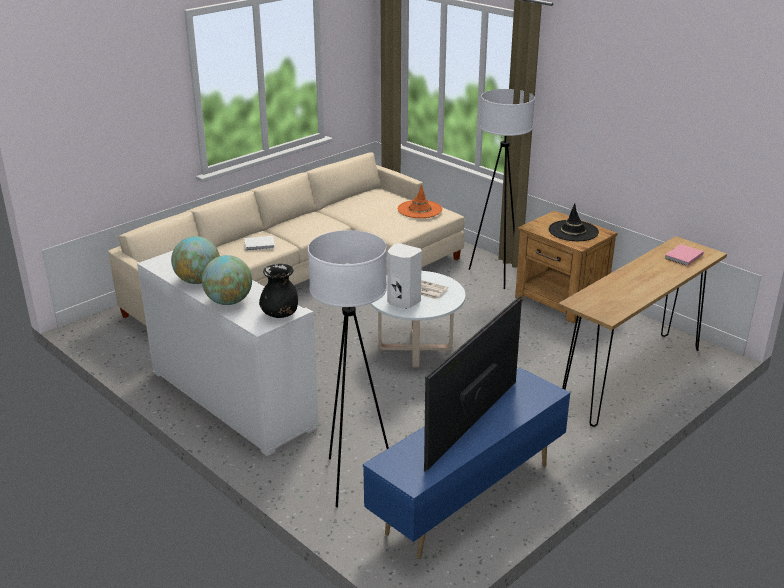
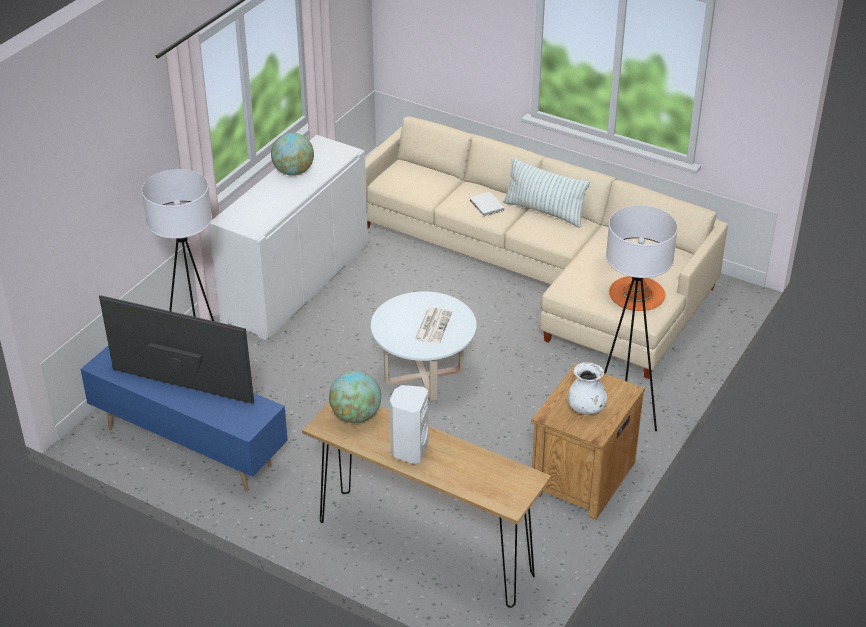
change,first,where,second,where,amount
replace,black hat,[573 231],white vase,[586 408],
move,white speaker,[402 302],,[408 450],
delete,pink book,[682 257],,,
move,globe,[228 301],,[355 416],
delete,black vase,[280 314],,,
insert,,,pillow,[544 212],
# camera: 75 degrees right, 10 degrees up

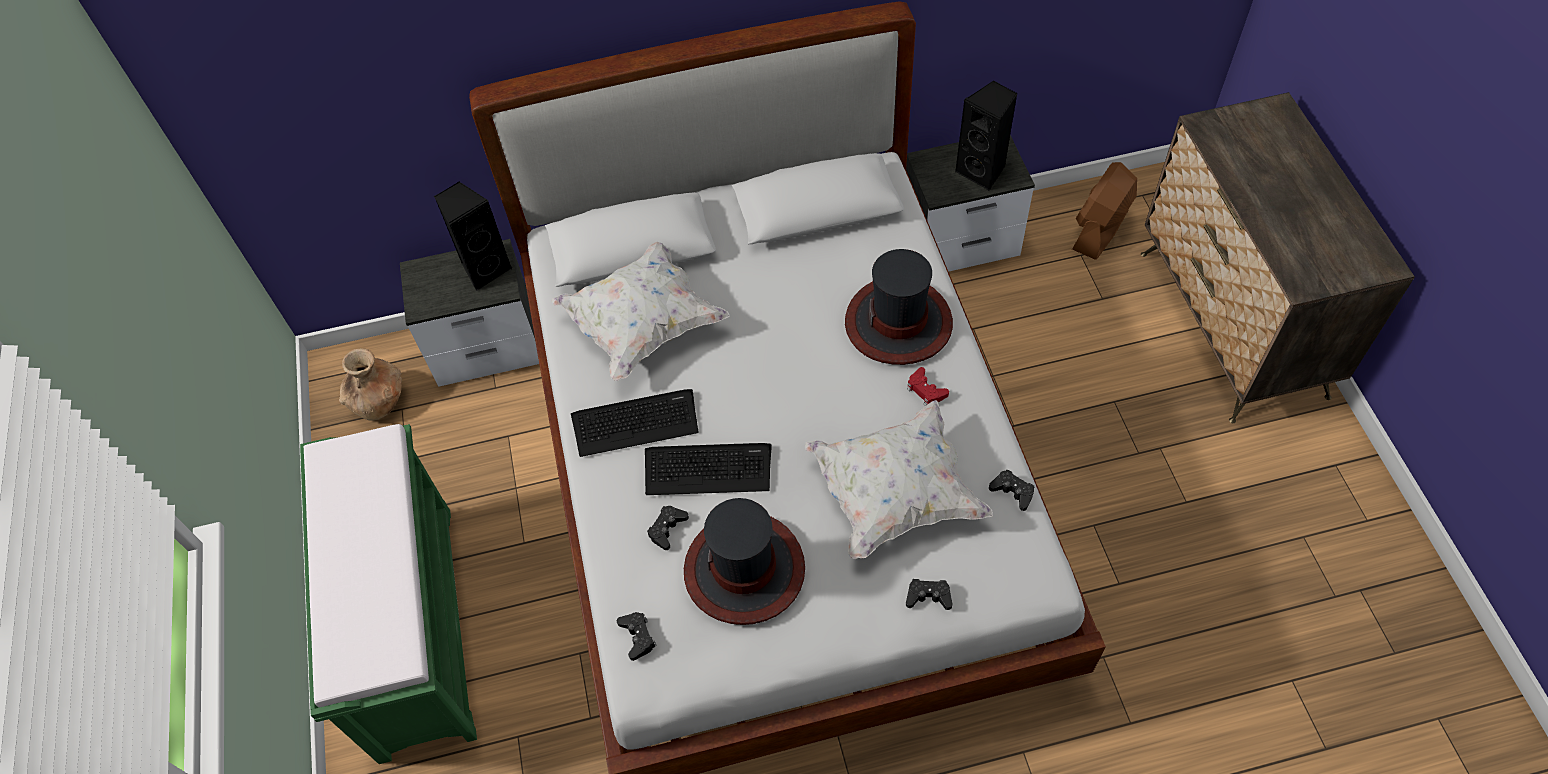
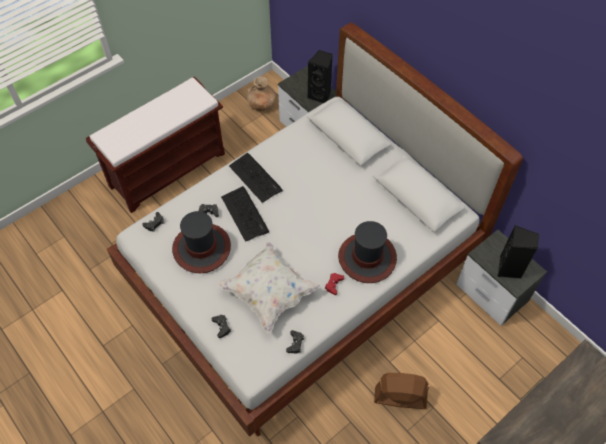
change,first,where,second,where,amount
move,brown fan,[1100 229],,[400 397],
delete,white pillow,[643 325],,,
recolor,green bench,[415 627],brown bench,[168 169],
# camera: 60 degrees right, 0 degrees up

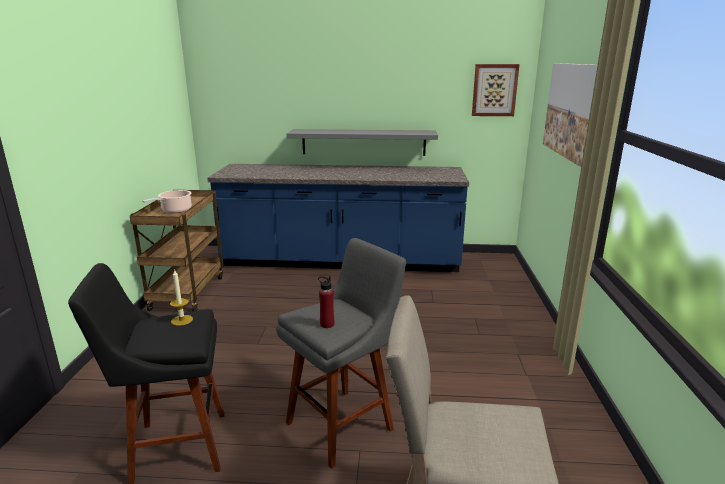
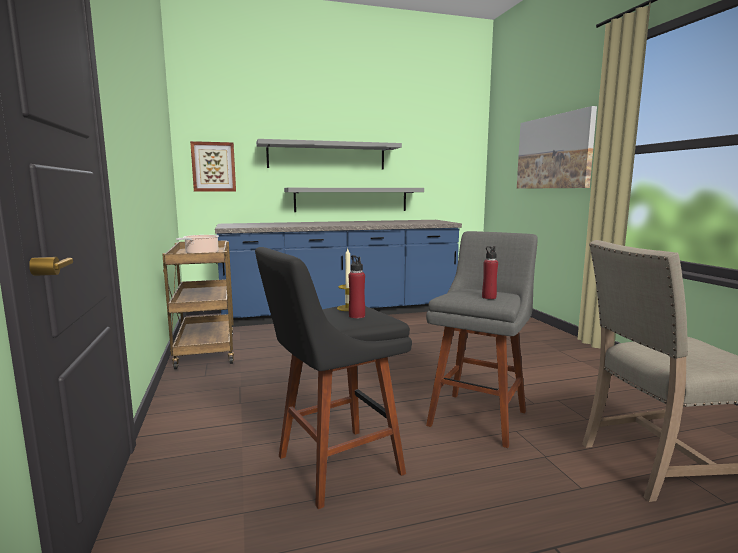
change,first,where,second,where,amount
move,picture,[494 90],,[213 167],
insert,,,grey shelf,[327 156],
insert,,,red bottle,[357 316],
# camera: 20 degrees left, 10 degrees down

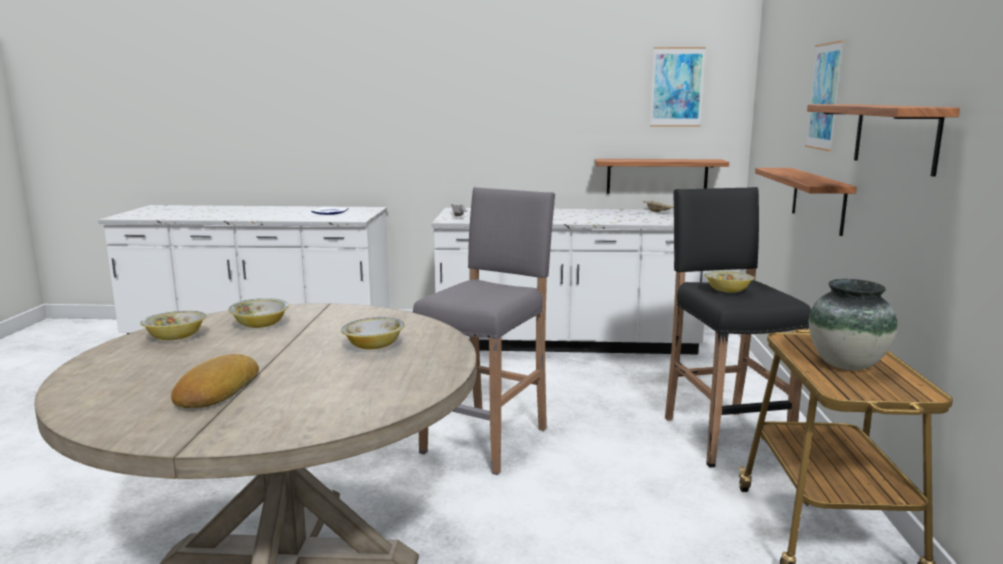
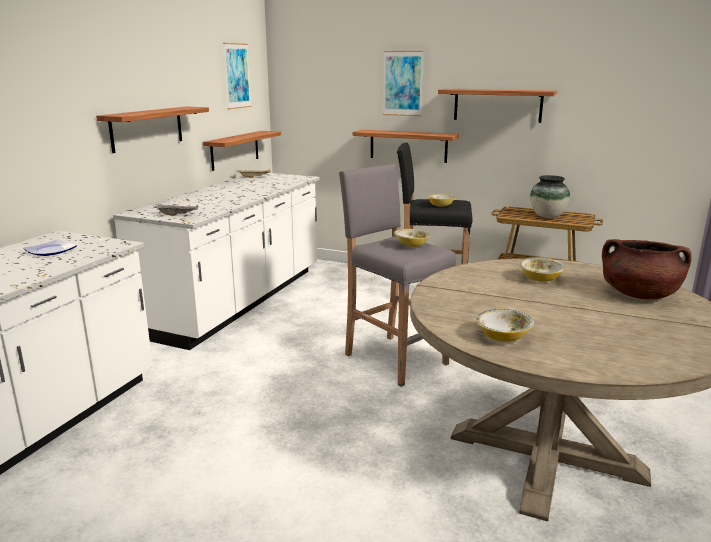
change,first,where,second,where,amount
move,bowl,[260 325],,[412 245],
delete,bread,[215 390],,,
insert,,,shelf,[147 128],
insert,,,brown cooking pot,[639 294],
# camera: 70 degrees left, 5 degrees up

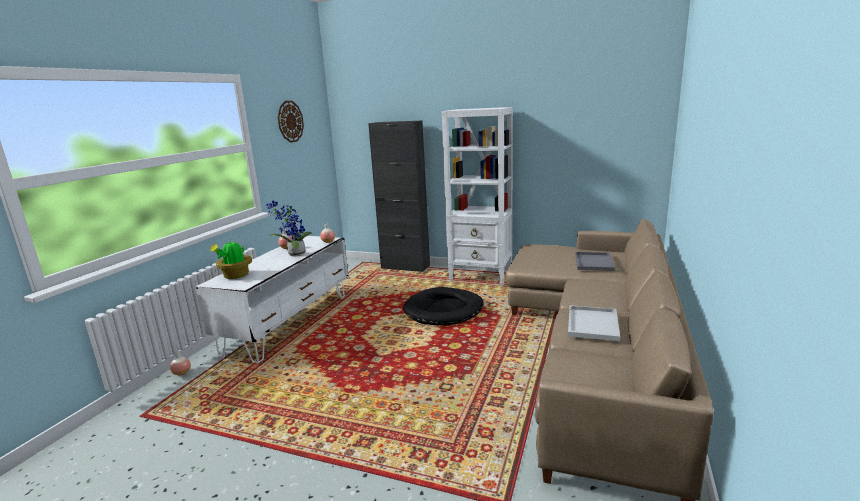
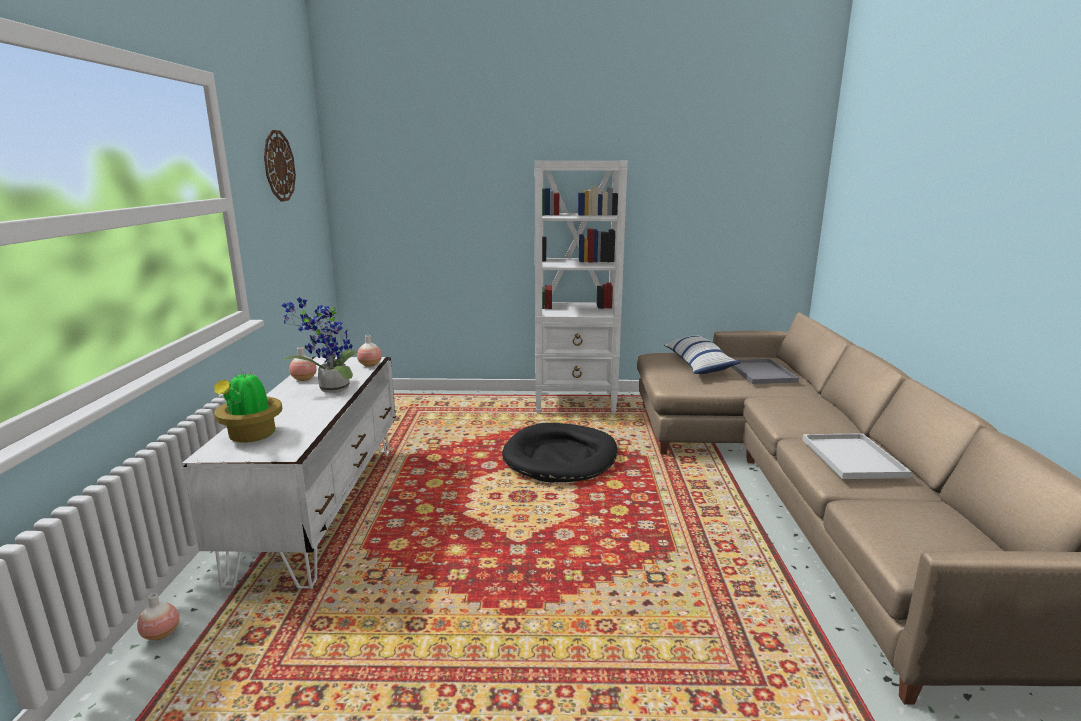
change,first,where,second,where,amount
delete,black cabinet,[405 267],,,
insert,,,pillow,[698 364],
# camera: 20 degrees left, 0 degrees up

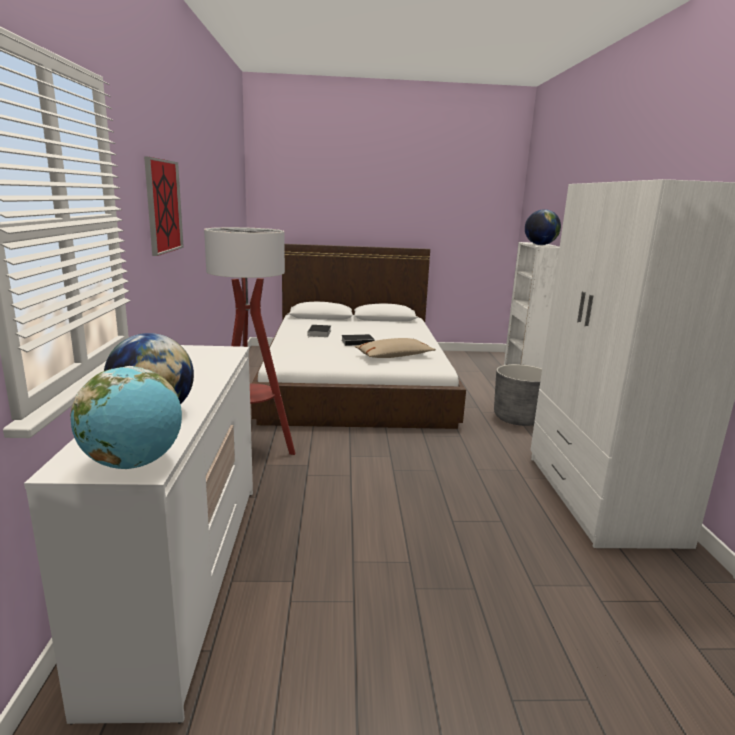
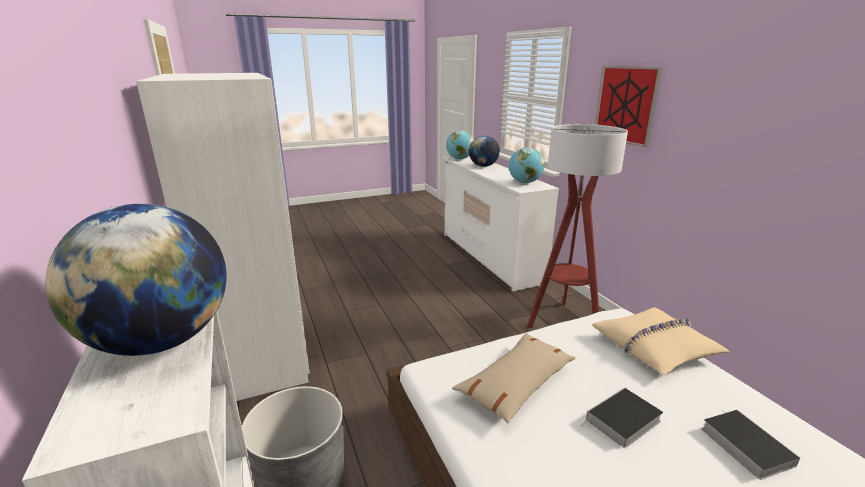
change,first,where,second,where,amount
insert,,,globe,[524 183],
insert,,,beige pillow,[655 347],
# camera: 160 degrees right, 5 degrees up

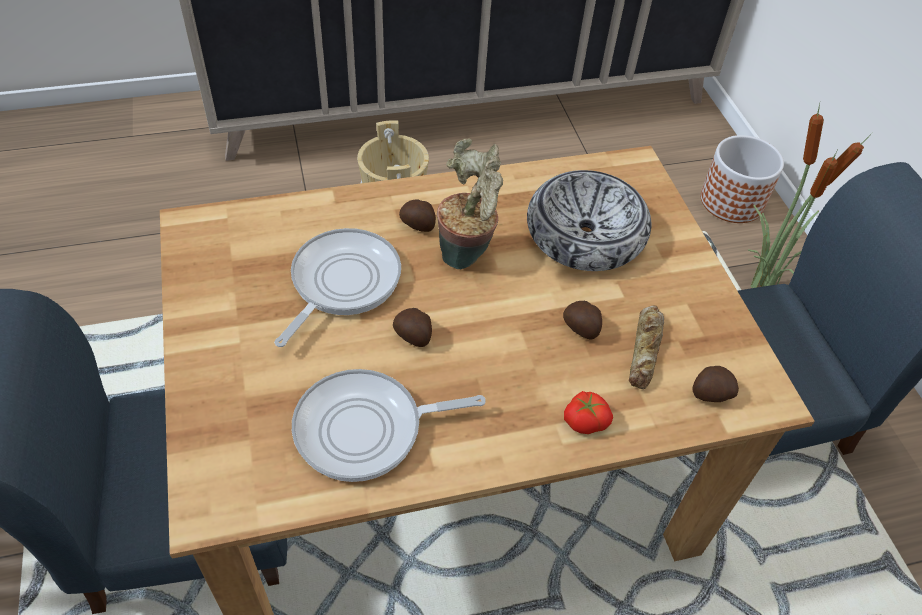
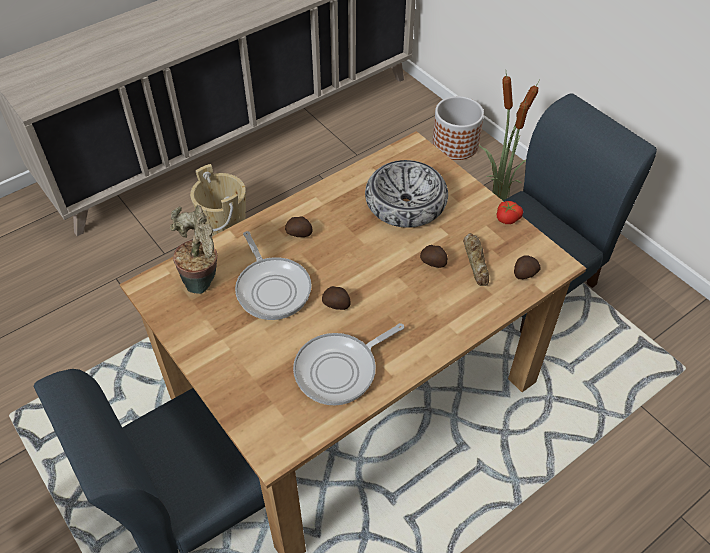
change,first,where,second,where,amount
move,potted plant,[467 254],,[203 281],
rotate,frying pan,[341 283],,[272 288],150 degrees clockwise
move,tomato,[585 420],,[507 218],
# camera: 20 degrees left, 0 degrees up

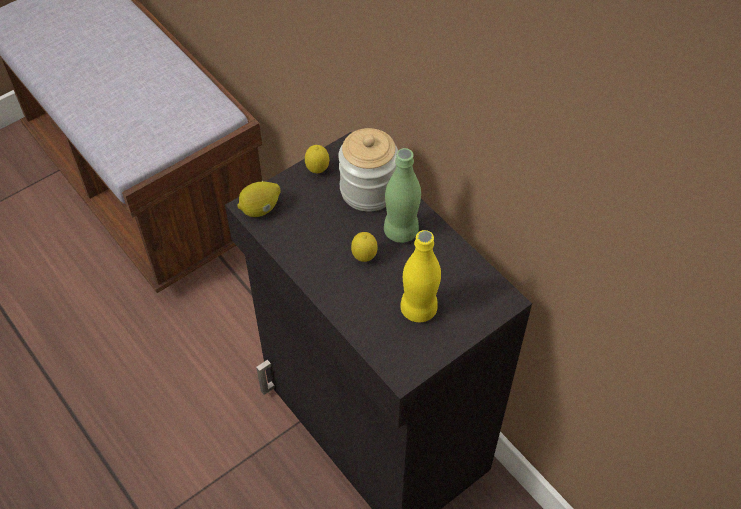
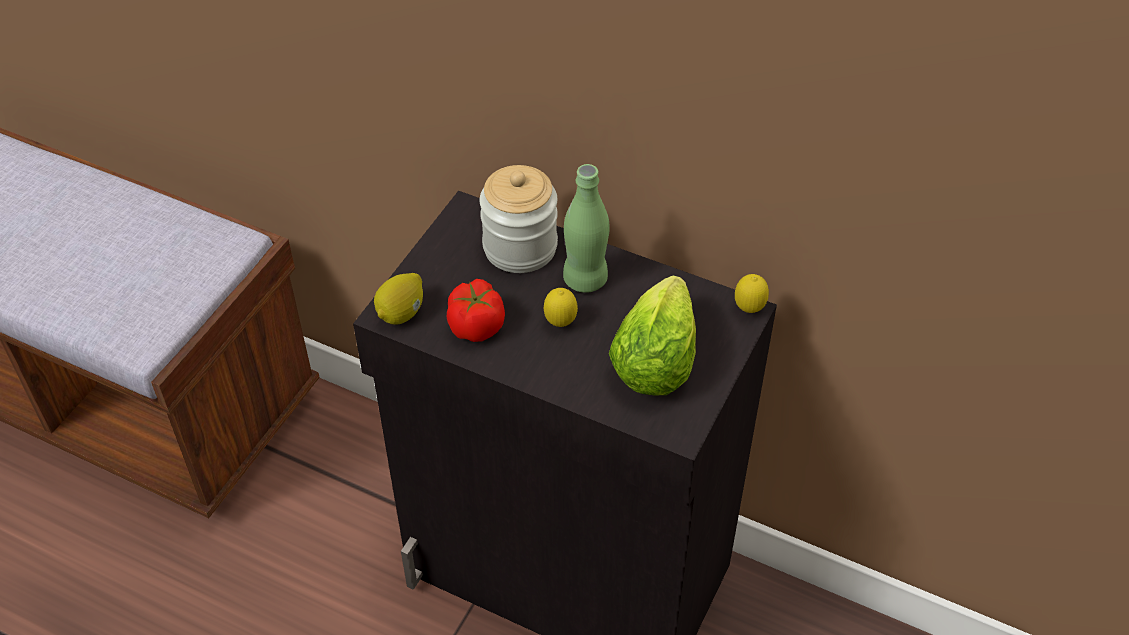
change,first,where,second,where,amount
move,lemon,[317 171],,[749 309],
replace,yellow bottle,[418 309],lettuce,[657 356],
insert,,,tomato,[476 326],
# camera: 25 degrees left, 5 degrees down

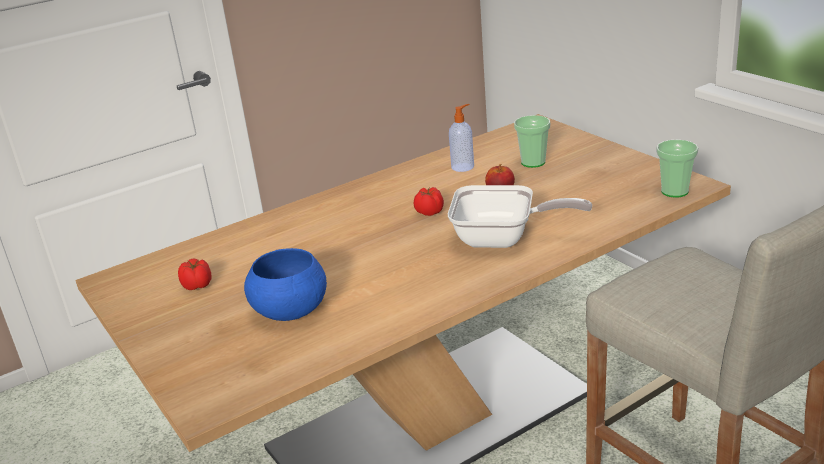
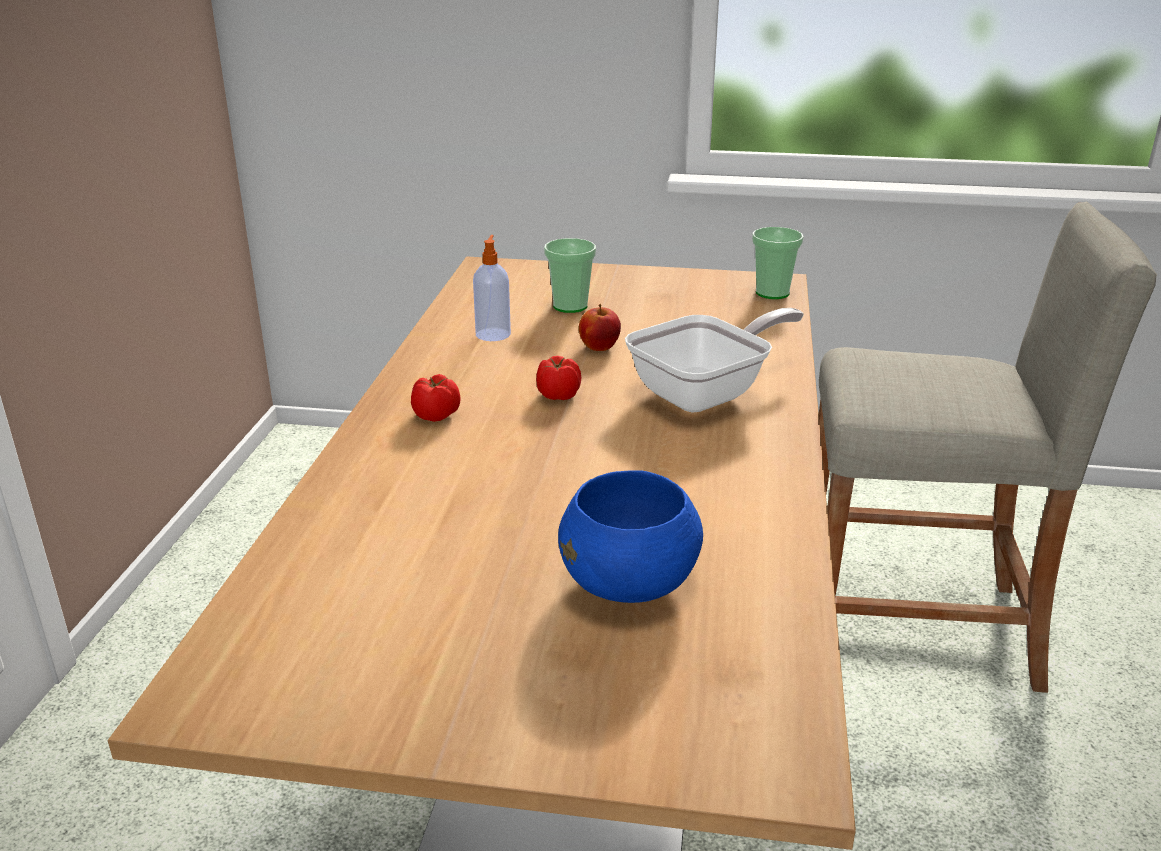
change,first,where,second,where,amount
move,tomato,[198 286],,[437 415],
# camera: 50 degrees left, 0 degrees up

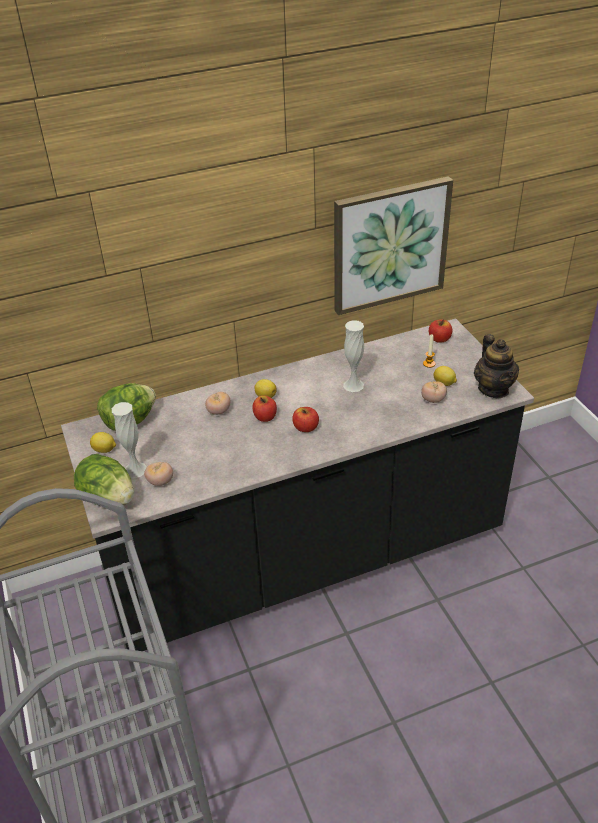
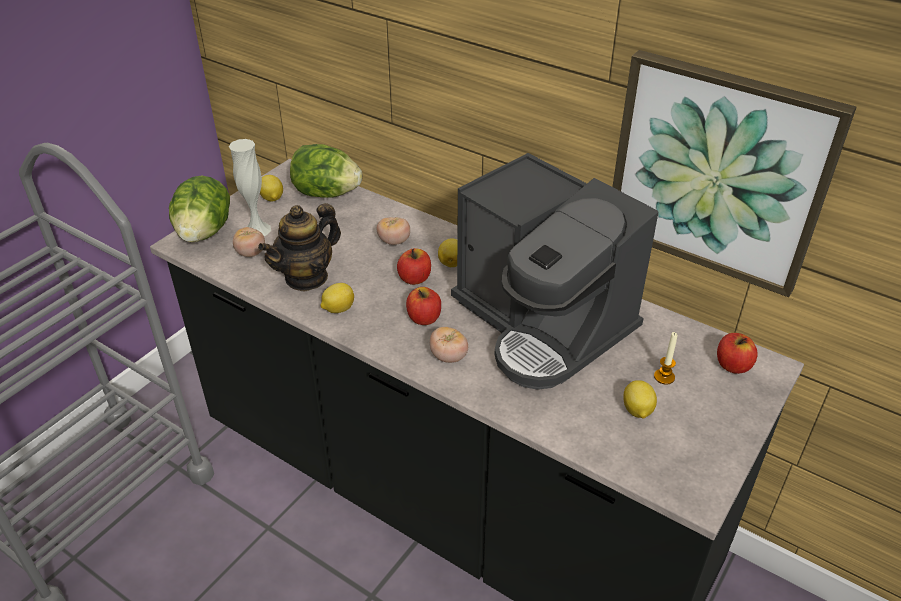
change,first,where,second,where,amount
replace,white vase,[353 385],coffee machine,[543 324],
move,teapot,[493 389],,[306 277],
move,tomato,[433 400],,[448 357],
insert,,,lemon,[338 309],
# camera: 55 degrees right, 0 degrees up

